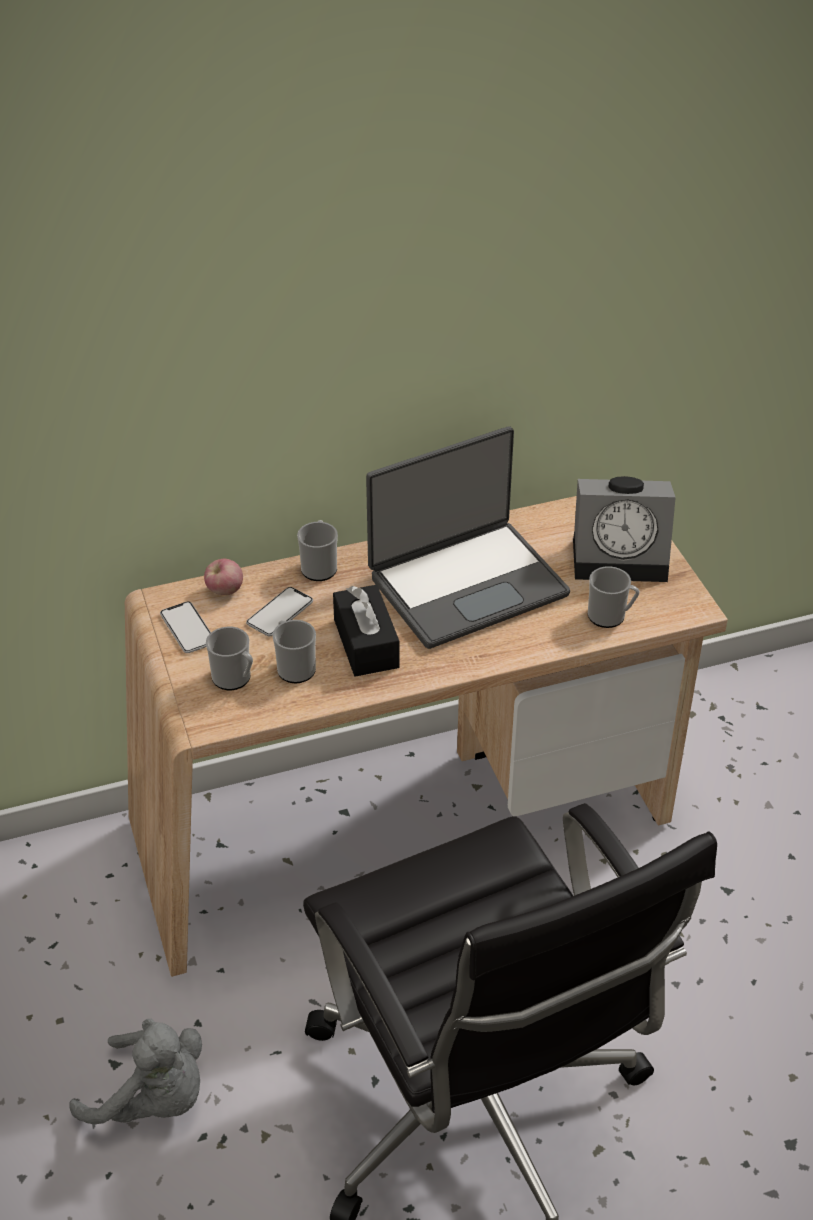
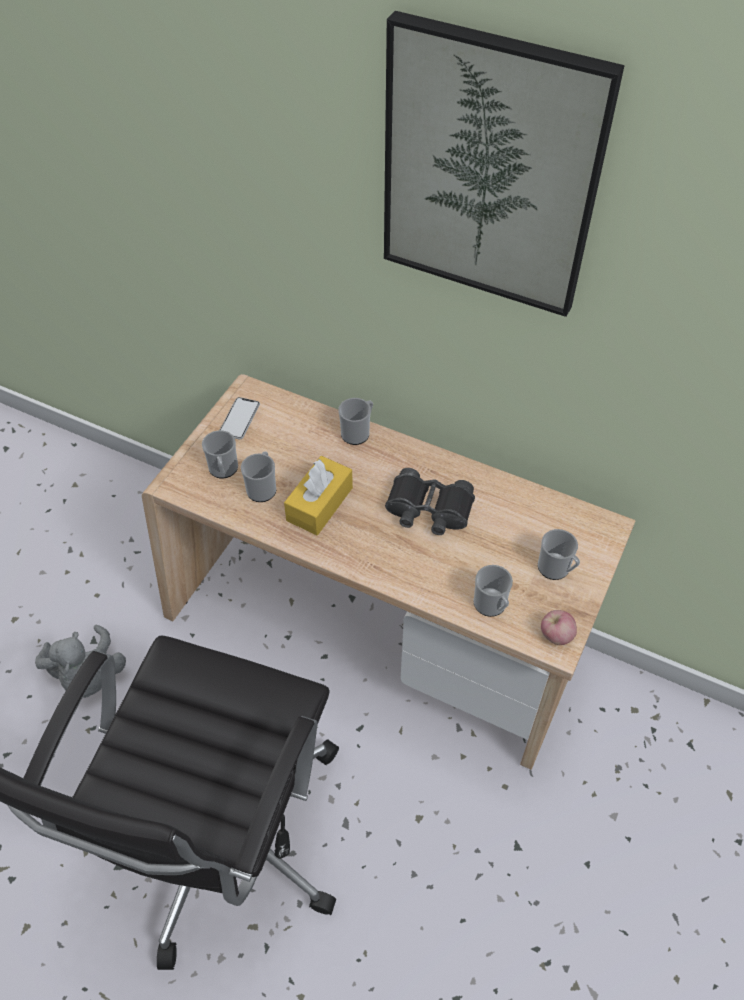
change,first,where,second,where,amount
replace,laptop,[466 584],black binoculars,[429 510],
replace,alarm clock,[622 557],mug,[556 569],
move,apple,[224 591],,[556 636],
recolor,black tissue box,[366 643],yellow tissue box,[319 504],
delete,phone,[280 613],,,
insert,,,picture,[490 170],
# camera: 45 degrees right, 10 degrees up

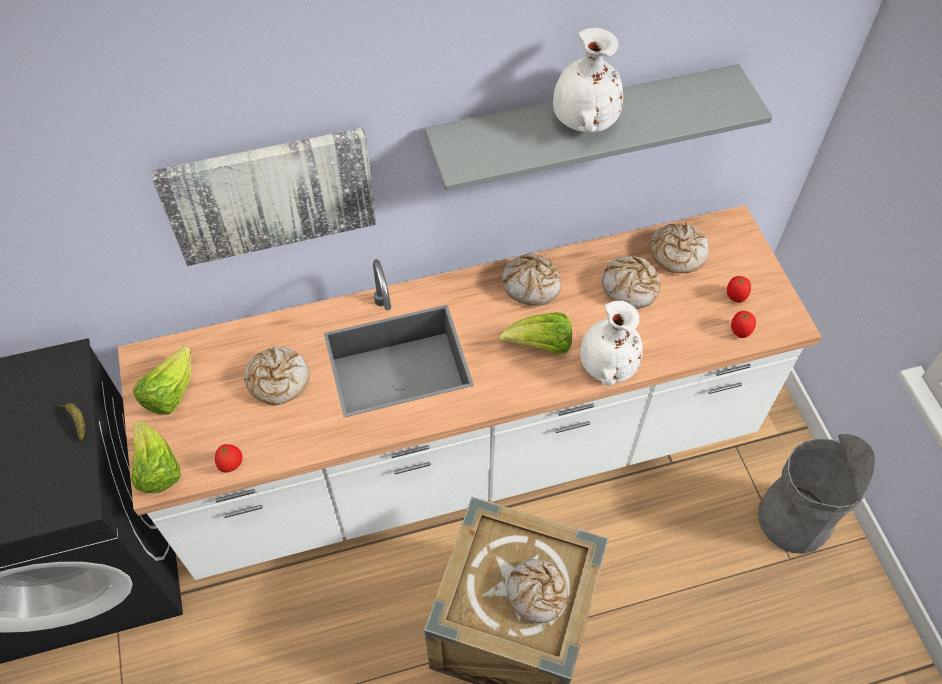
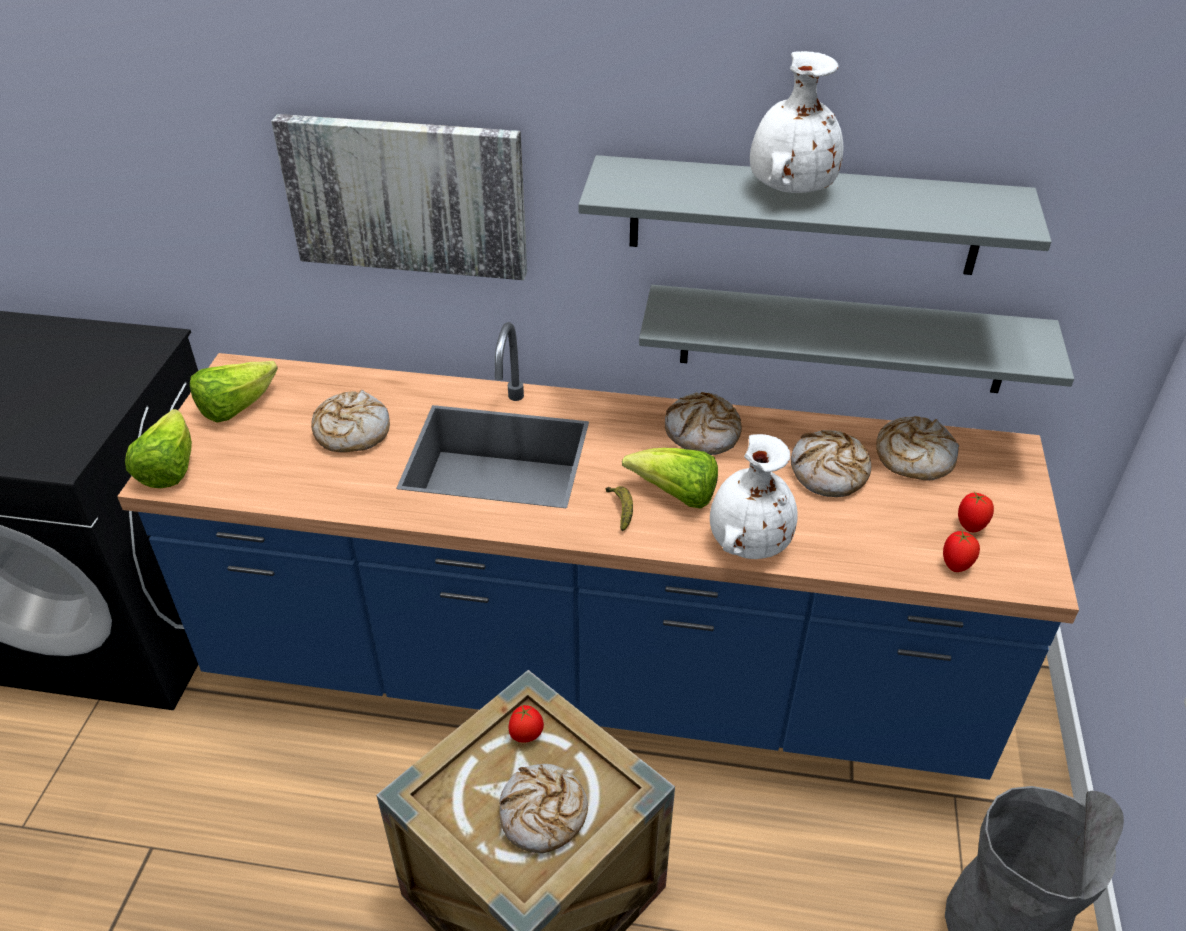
change,first,where,second,where,amount
recolor,white counter,[471 455],blue counter,[593 672],
move,banana,[76 421],,[621 510],
move,tomato,[231 465],,[526 736],
insert,,,grey shelf,[843 339],
# camera: 25 degrees right, 15 degrees down

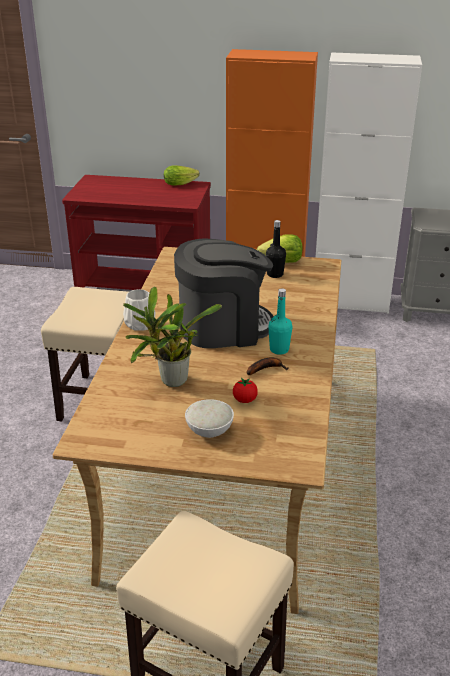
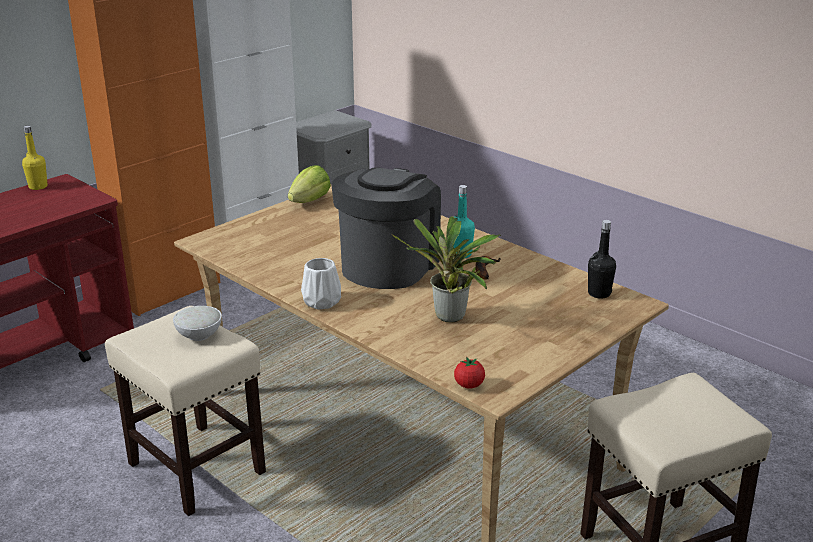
change,first,where,second,where,amount
replace,lettuce,[182 183],yellow bottle,[38 187],
move,black bottle,[275 274],,[599 293],
move,tomato,[245 400],,[469 385],
move,white bowl,[209 431],,[200 335],
# camera: 55 degrees left, 5 degrees down

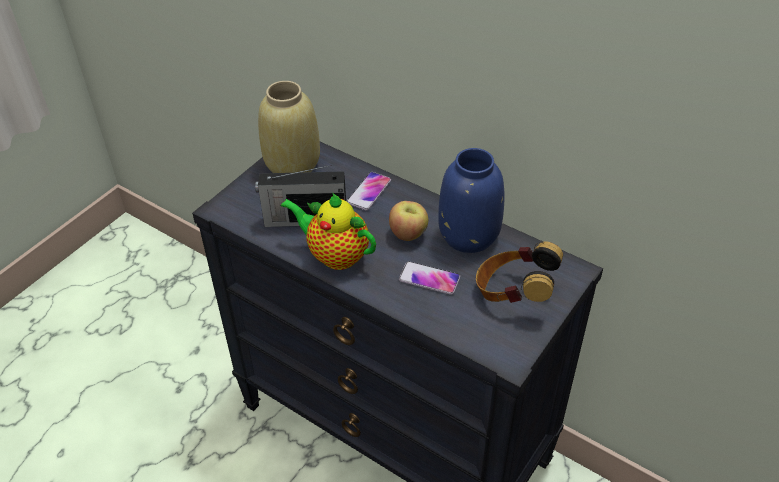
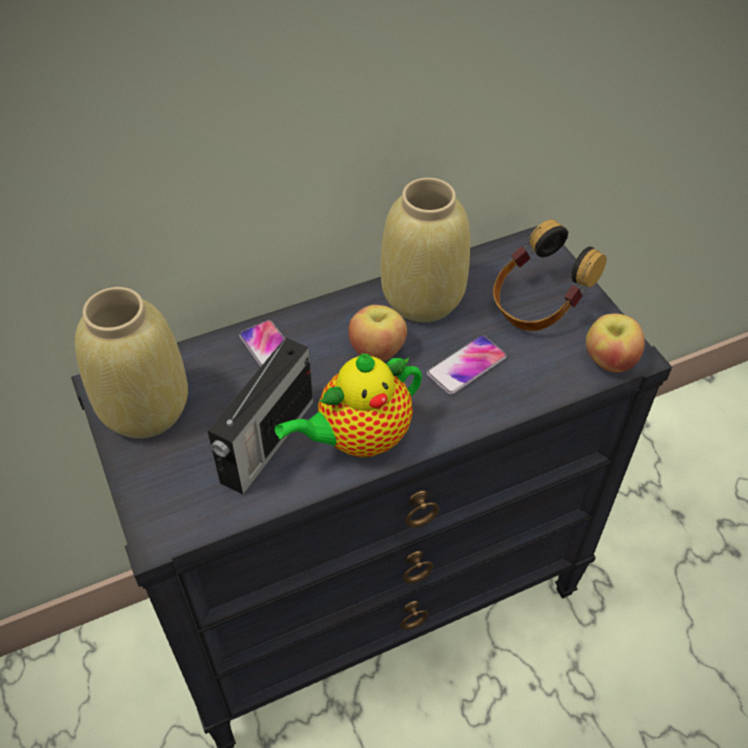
change,first,where,second,where,amount
recolor,blue vase,[469 235],beige vase,[422 297],
insert,,,apple,[609 360],
# camera: 60 degrees left, 5 degrees up

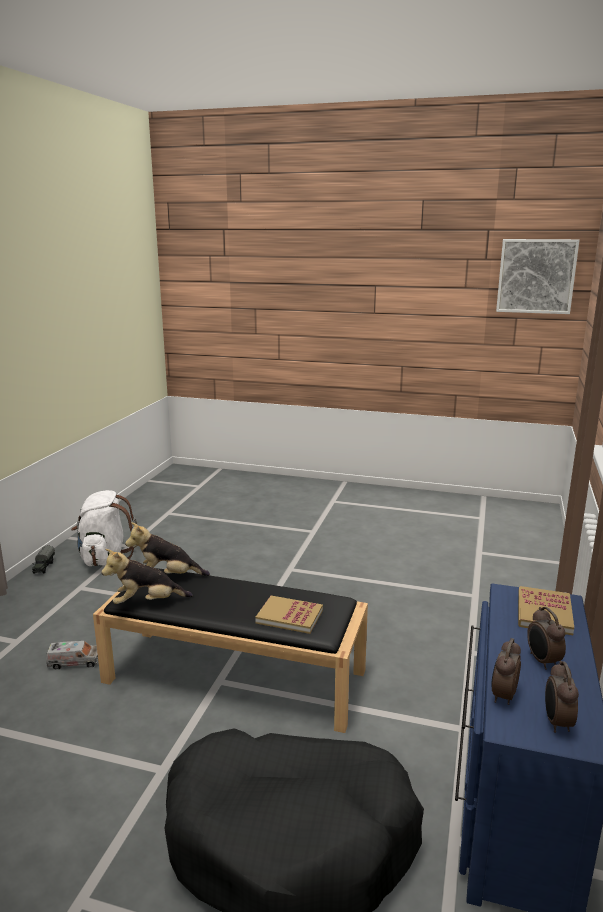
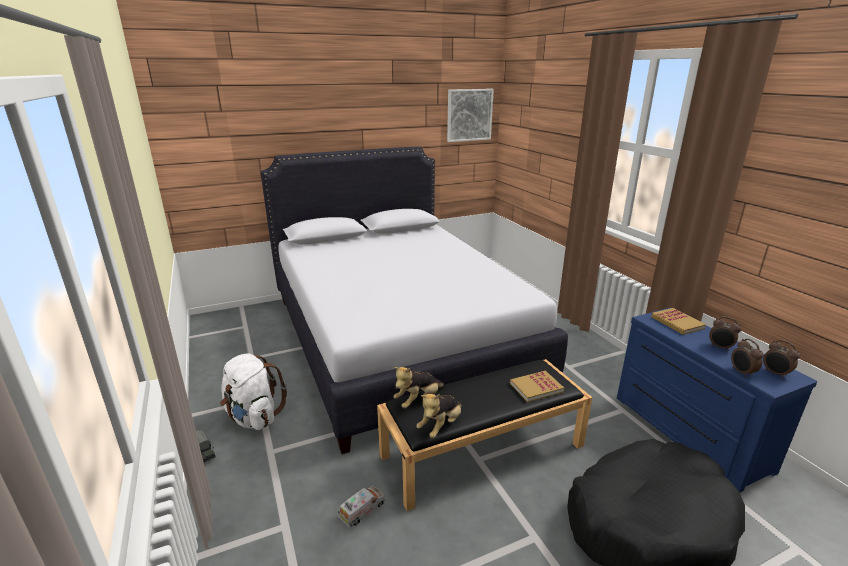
change,first,where,second,where,amount
insert,,,white bed,[397 339],
# camera: 40 degrees left, 5 degrees up

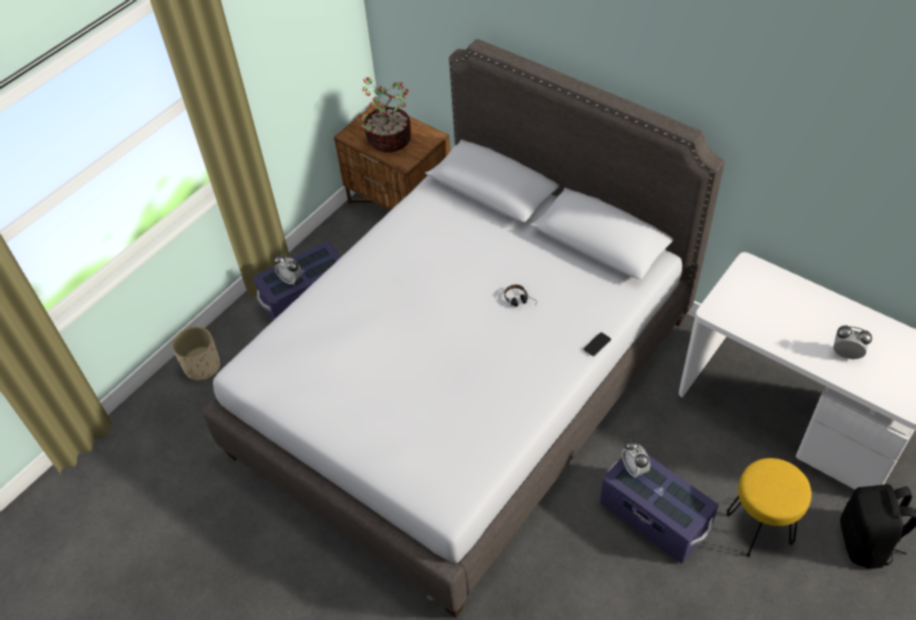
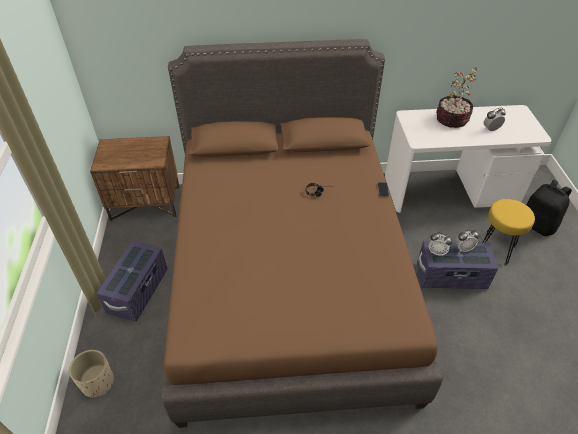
change,first,where,second,where,amount
recolor,grey bed,[464 384],brown bed,[288 276],
move,potted plant,[388 140],,[452 120],
move,alarm clock,[291 279],,[463 248],
# camera: 45 degrees left, 5 degrees down

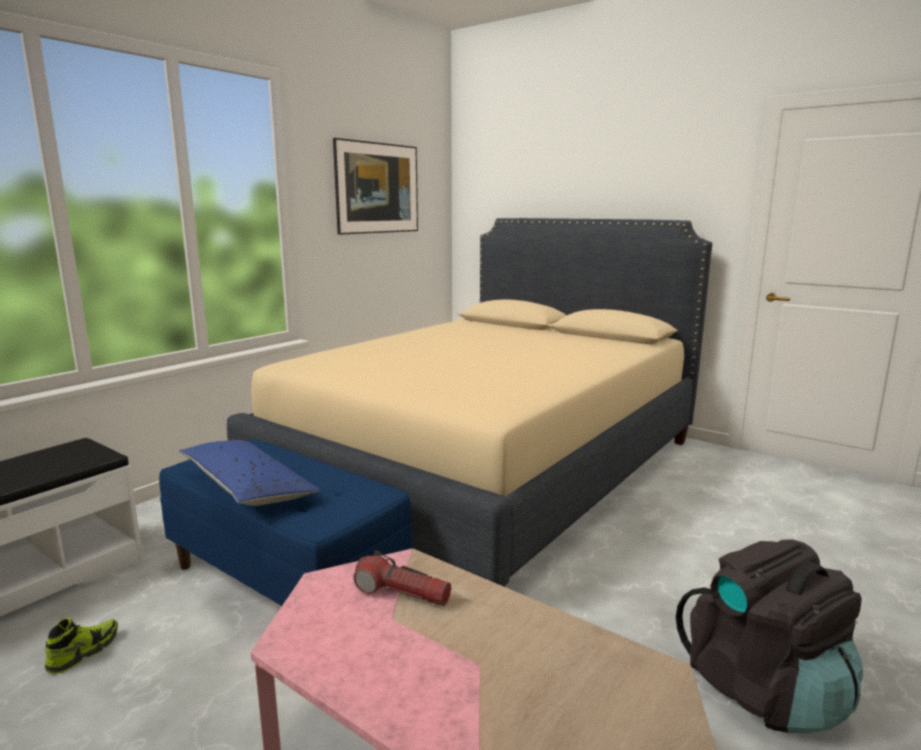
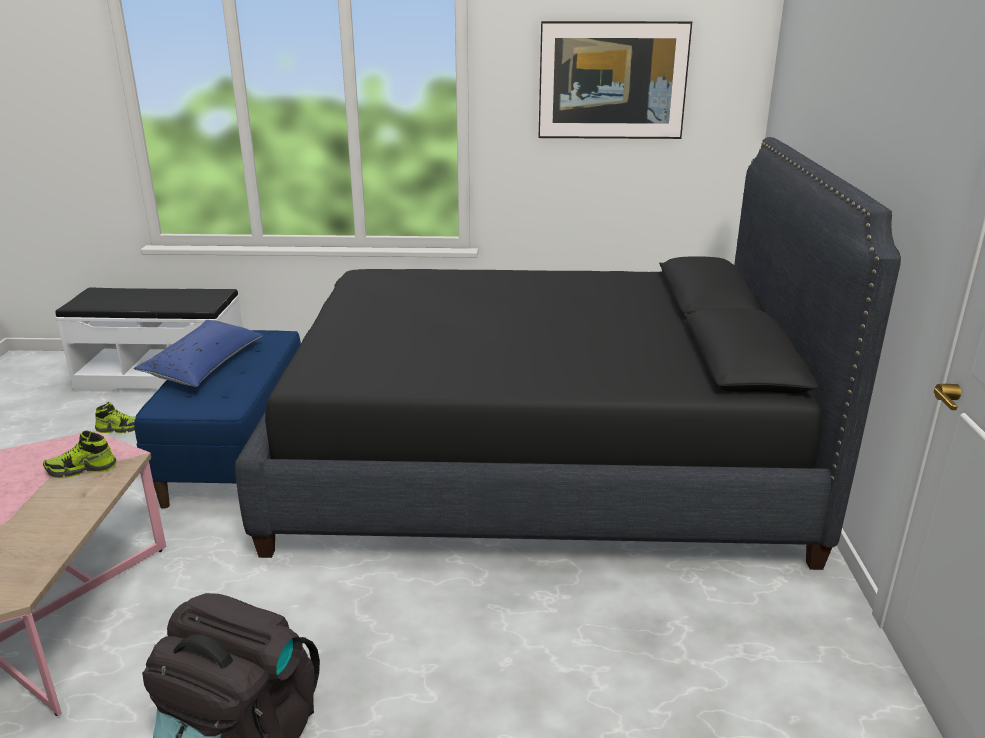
change,first,where,second,where,amount
recolor,beige bed,[489 468],black bed,[538 459],
replace,flashlight,[402 593],shoe,[82 470],
# camera: 55 degrees right, 10 degrees up

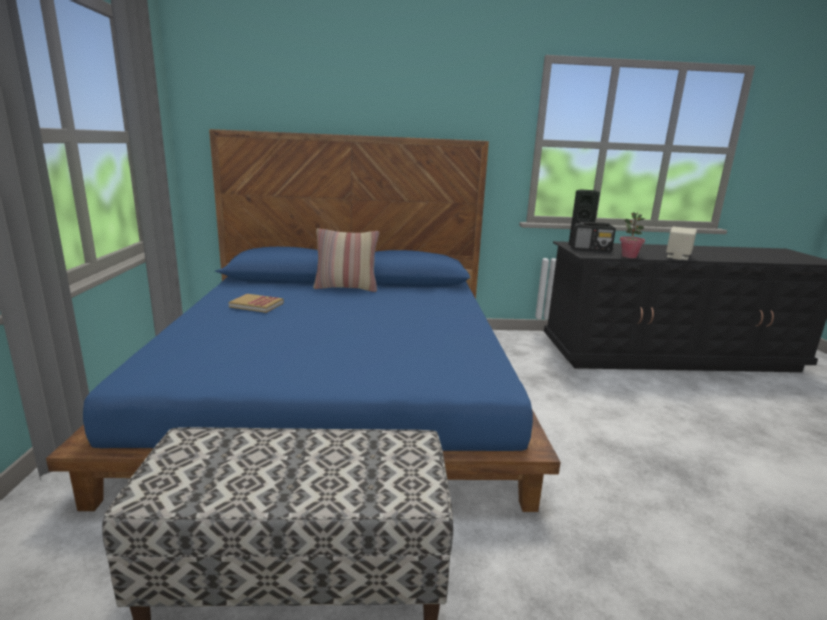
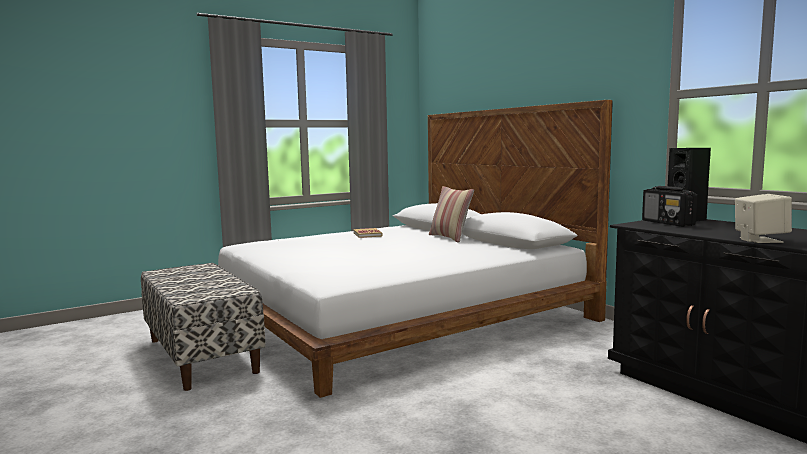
change,first,where,second,where,amount
recolor,blue bed,[338 391],white bed,[396 314],
delete,potted plant,[629 256],,,
# camera: 60 degrees right, 10 degrees down

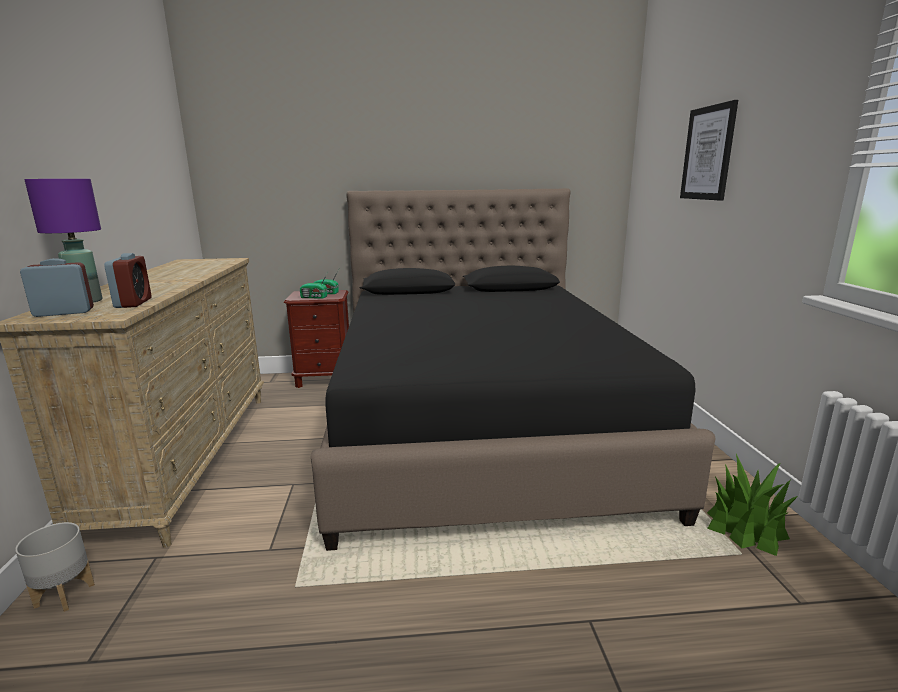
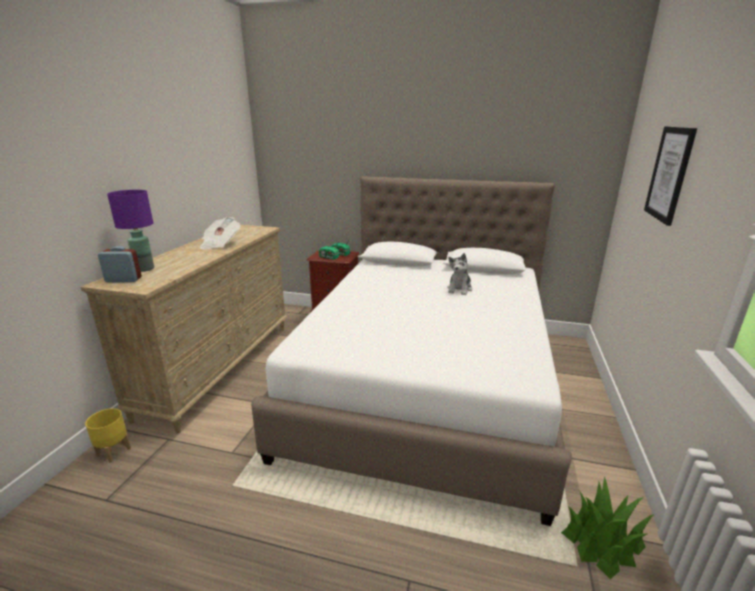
change,first,where,second,where,amount
recolor,black bed,[479 426],white bed,[426 384],
delete,alarm clock,[133 303],,,
recolor,grey planter,[64 595],yellow planter,[113 451],
insert,,,newspaper,[220 244],
insert,,,plush toy,[459 289],
# camera: 20 degrees right, 5 degrees up

